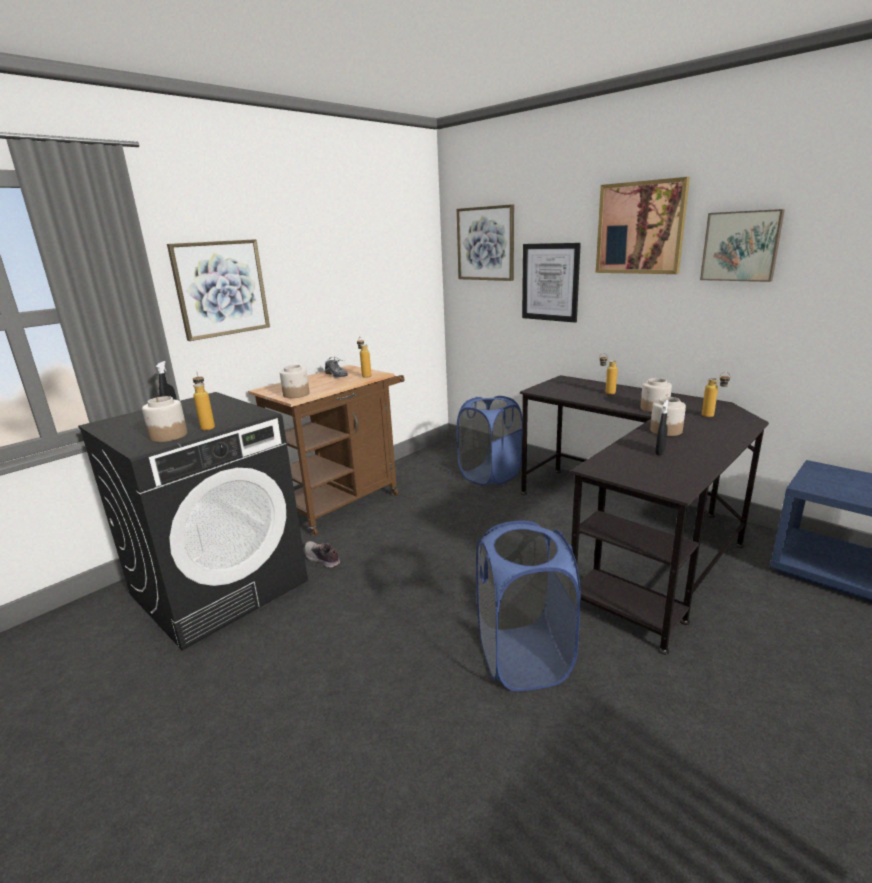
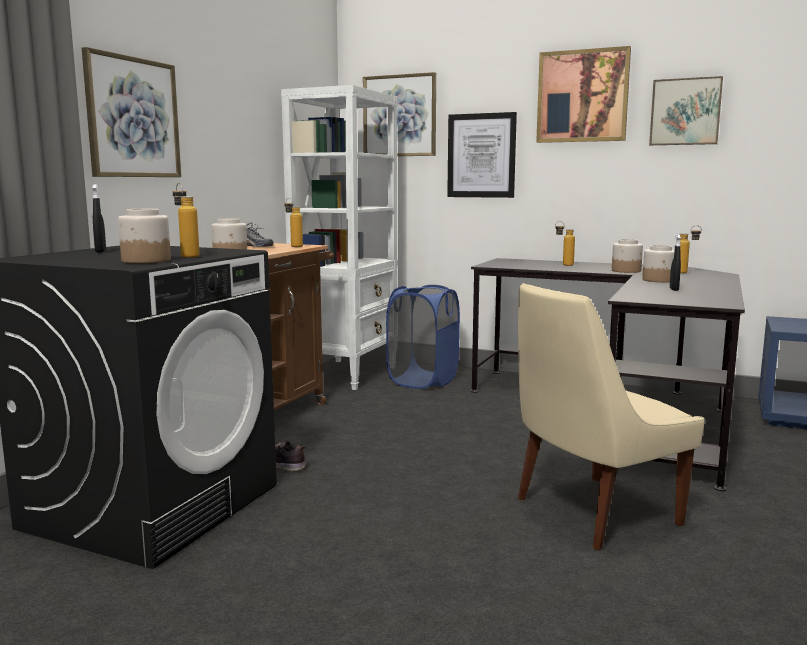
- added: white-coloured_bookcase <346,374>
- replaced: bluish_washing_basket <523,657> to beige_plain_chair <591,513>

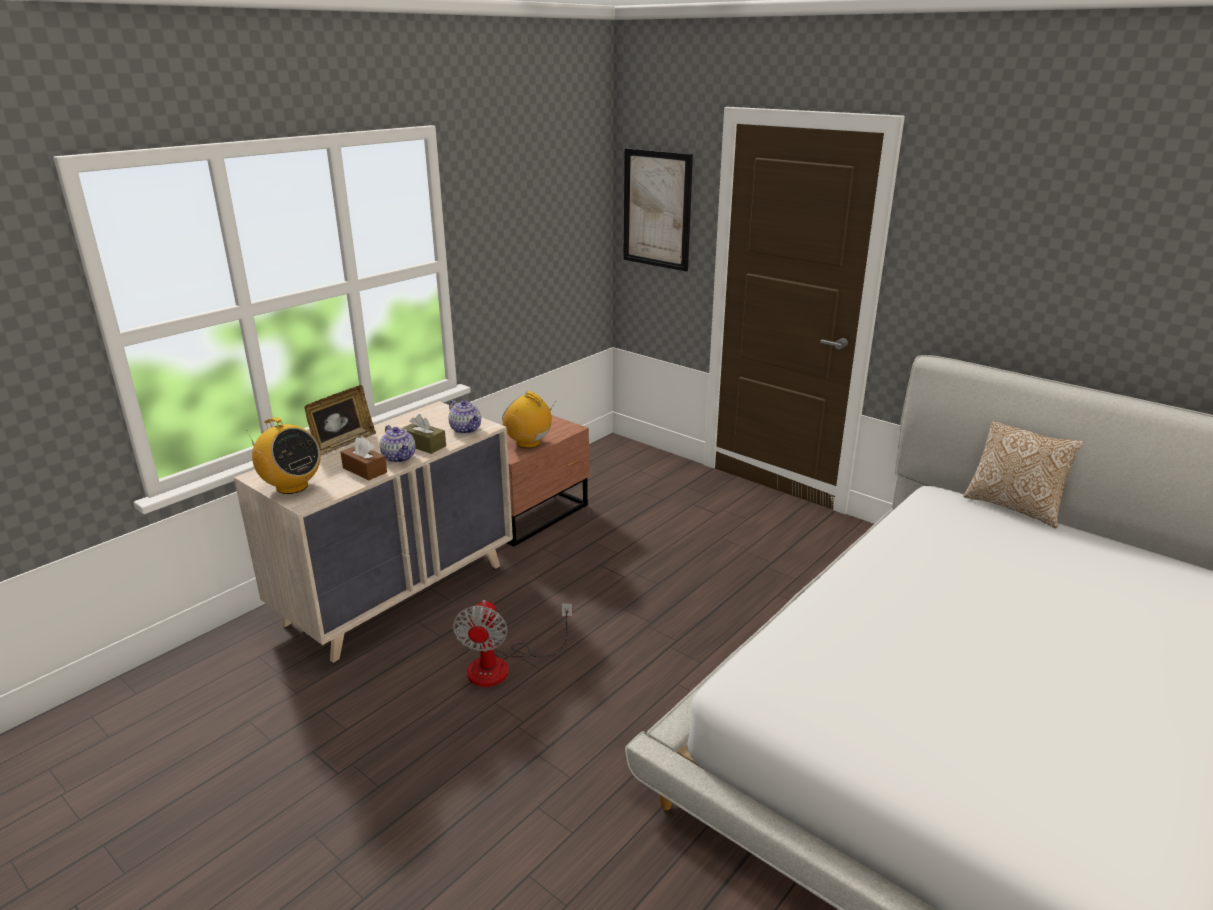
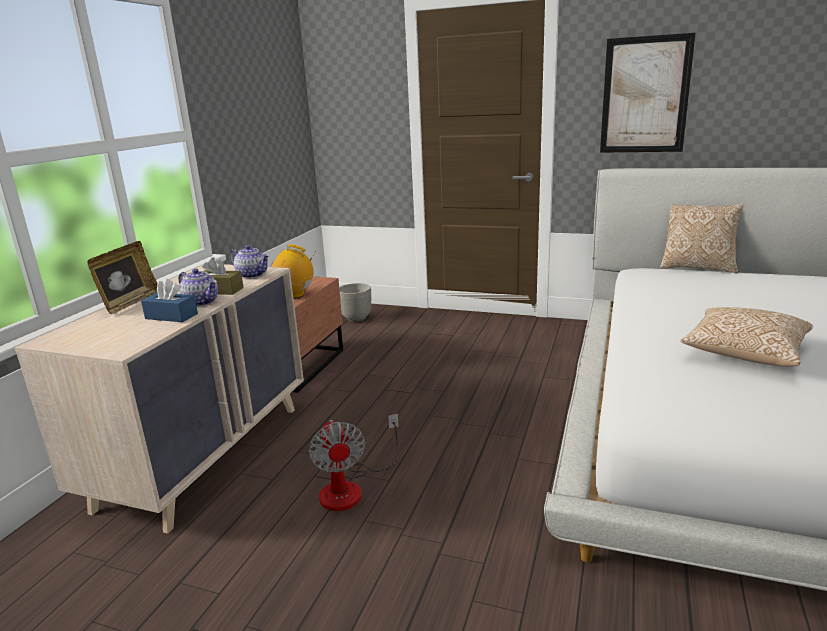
- removed: radio_receiver <291,486>
- added: planter <356,318>
- added: cushion <744,353>
- moved: wall_art <657,209> to <645,95>
- recoloured: brown_box_of_tissues <364,470> to bluish_box_of_tissues <171,316>

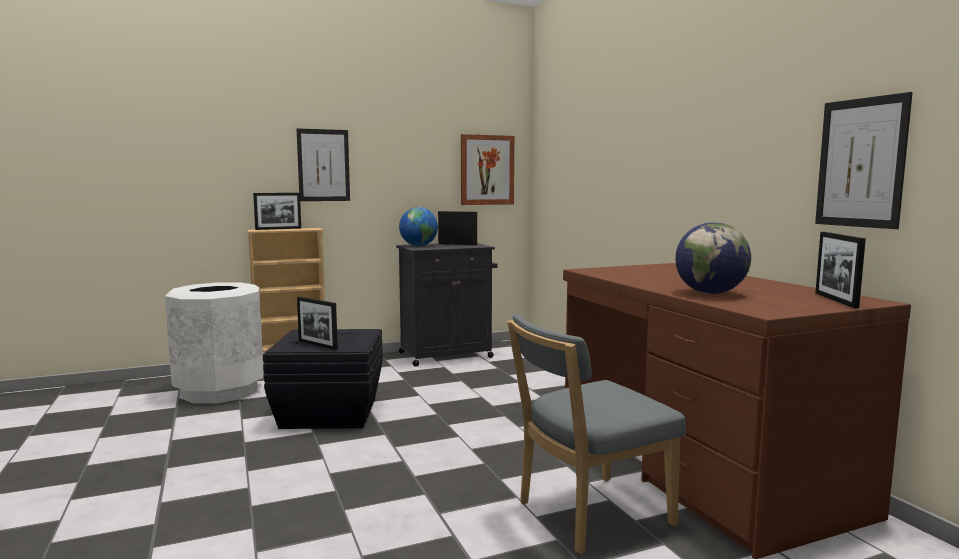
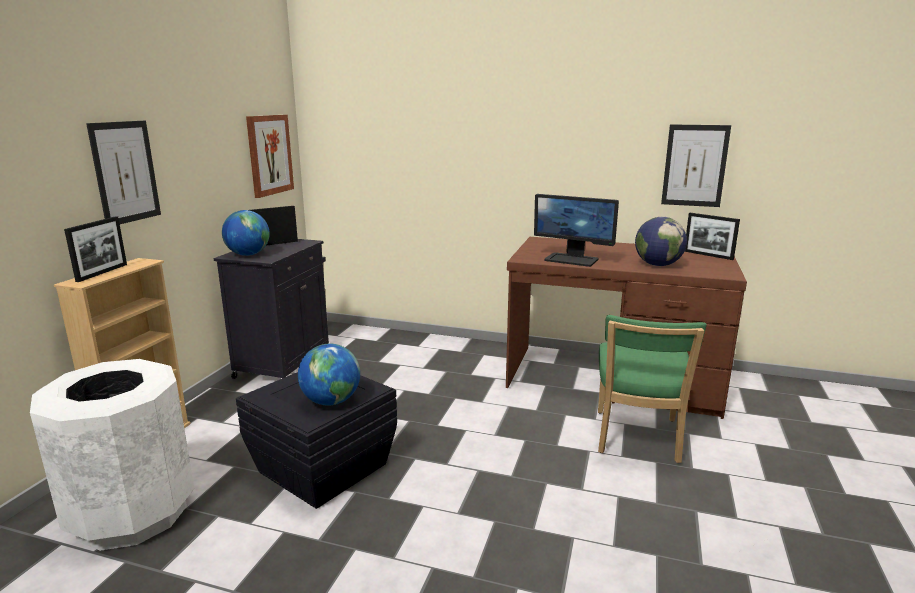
- added: monitor <572,259>
- replaced: picture_frame <317,345> to globe <331,401>
- recoloured: gray_plain_chair <588,515> to green_plain_chair <636,439>

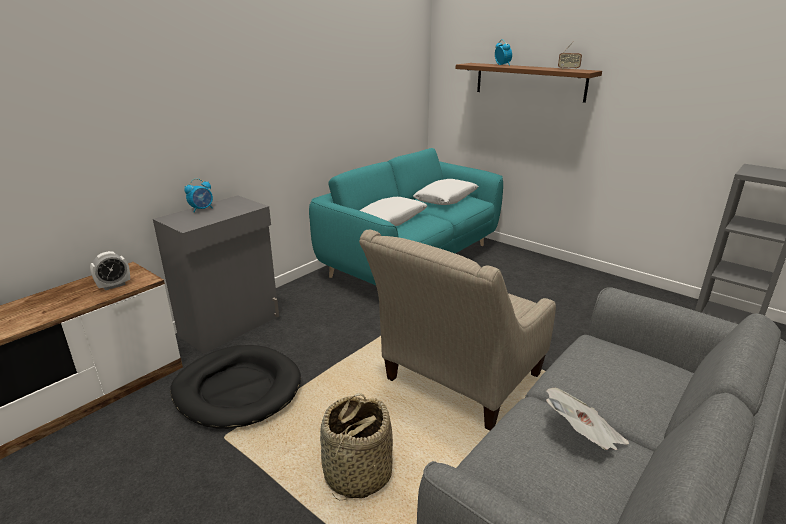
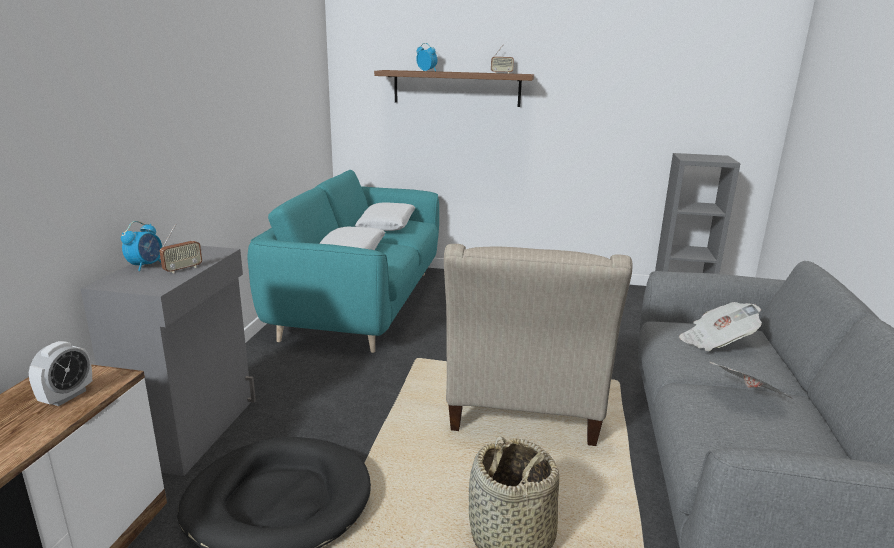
- added: radio_receiver <183,269>
- added: daily_paper <716,342>

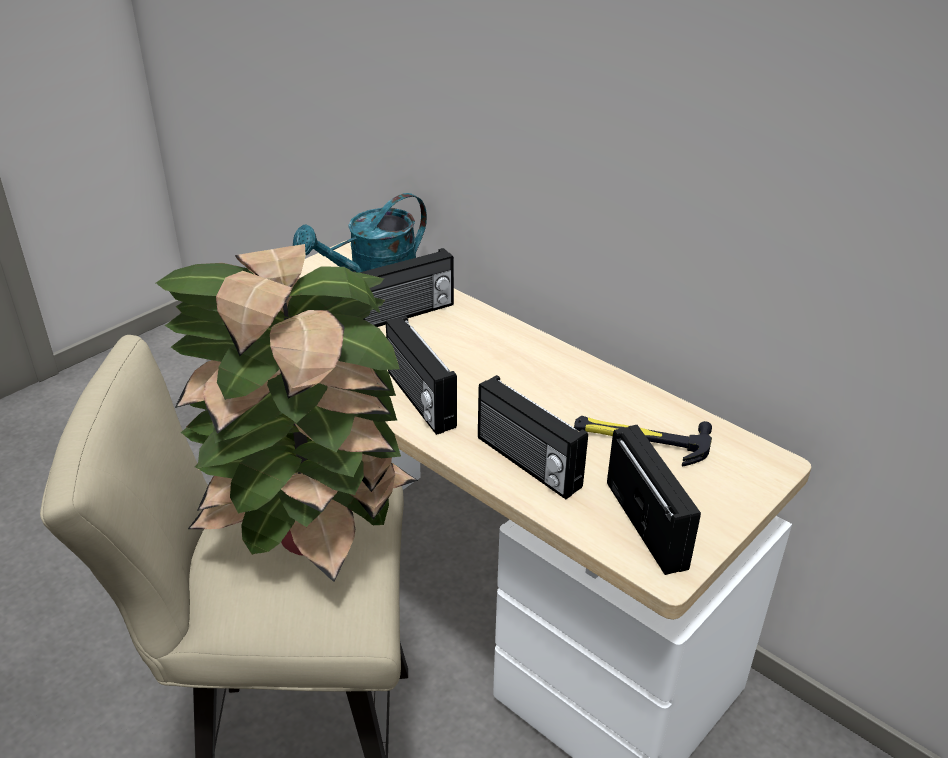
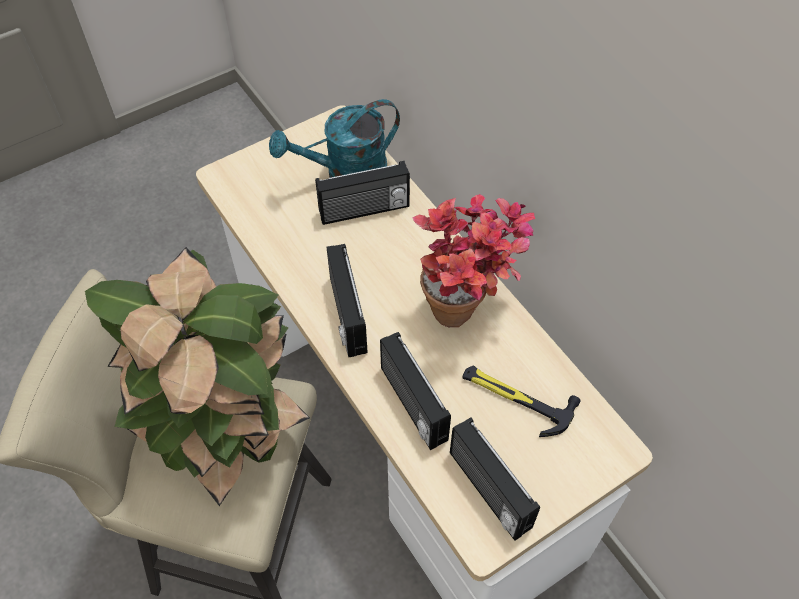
- added: potted_plant <467,309>
- turned: radio_receiver <648,524> = <487,491> 150 degrees clockwise

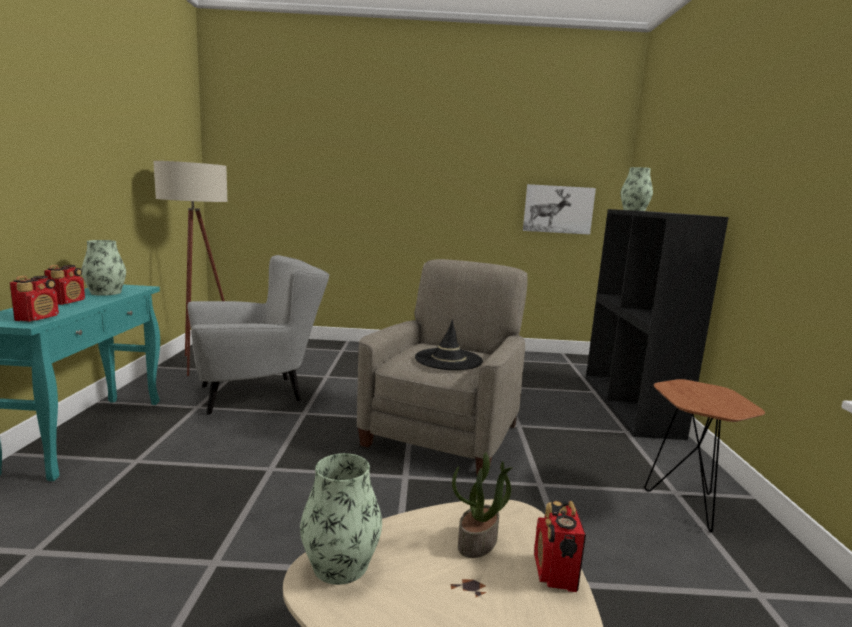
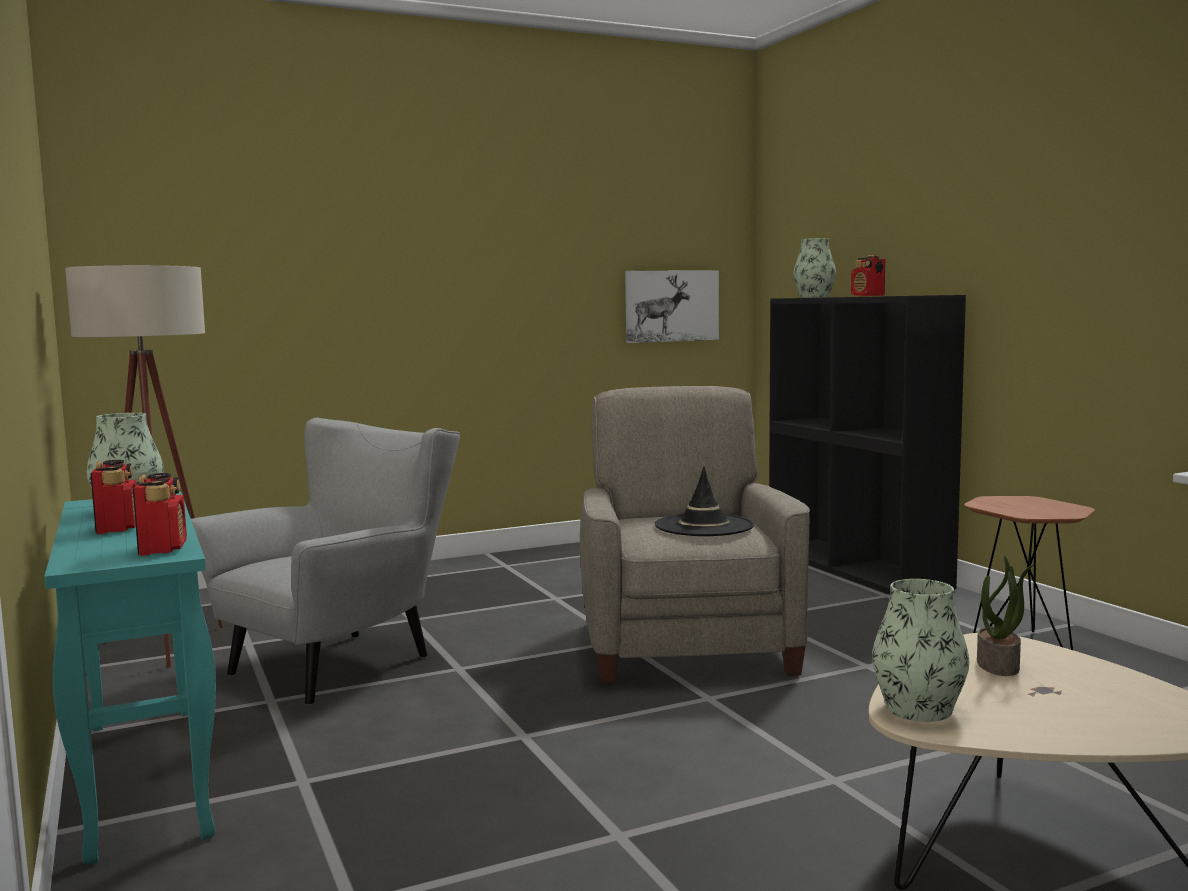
- moved: radio_receiver <555,573> to <868,296>

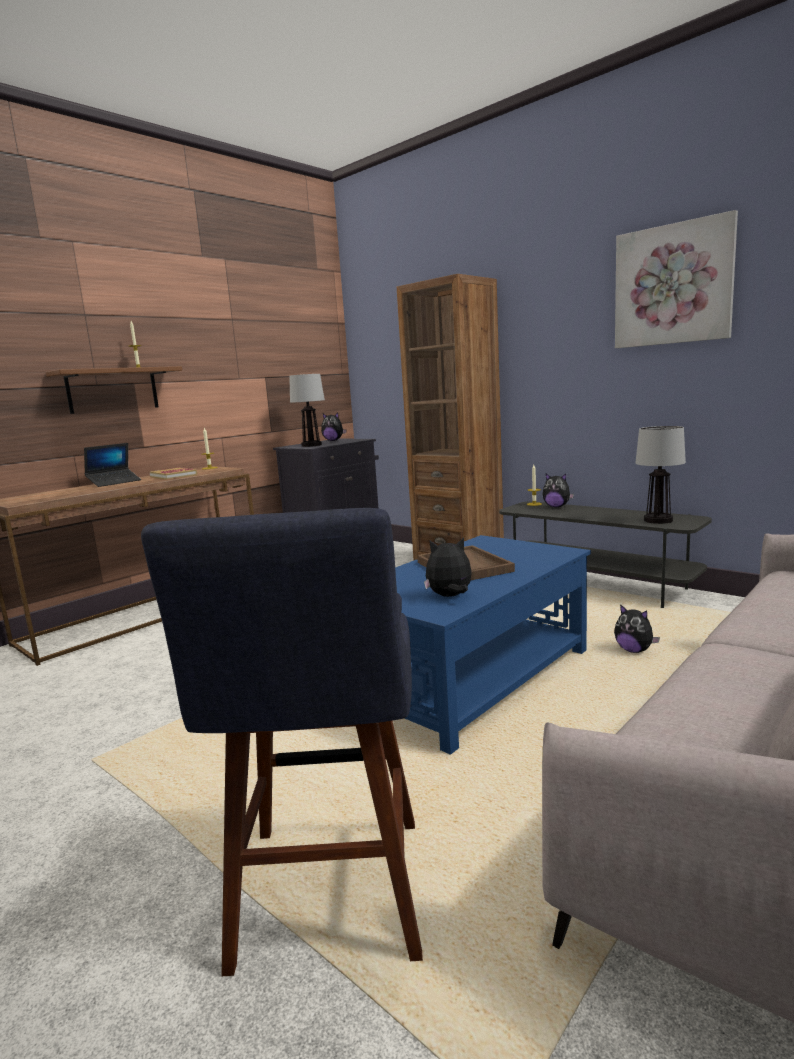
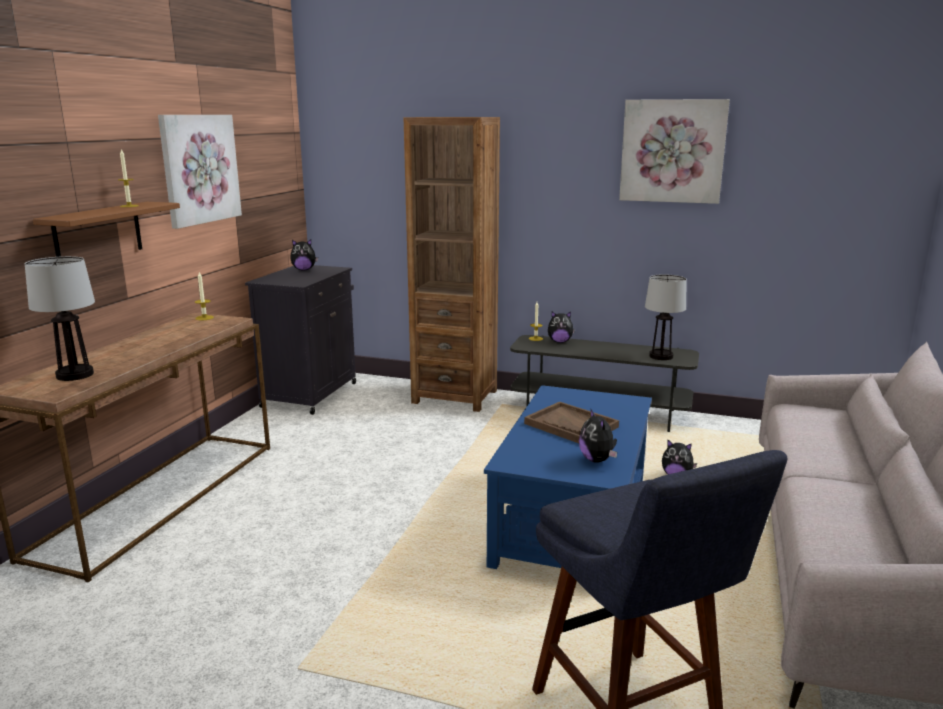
- removed: notebook_computer <114,482>
- removed: book <173,476>
- added: wall_art <199,169>
- moved: lamp_for_a_table <311,445> to <74,375>
- turned: soft_toy <450,596> = <597,460> 75 degrees counterclockwise

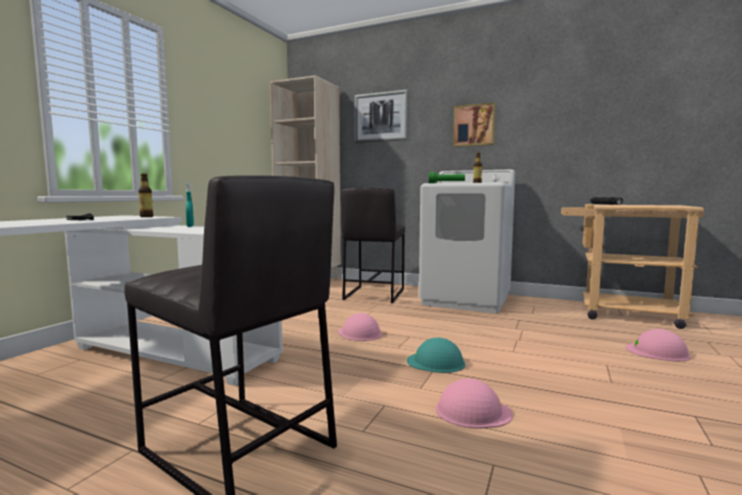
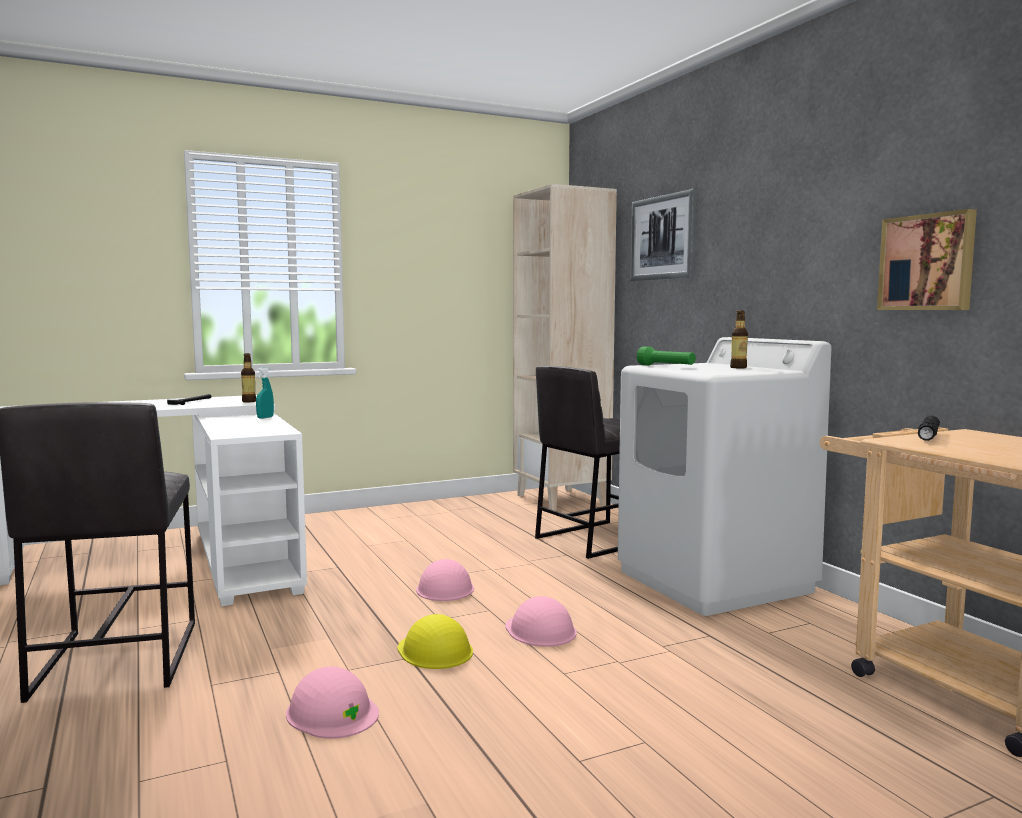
- moved: wall_art <474,125> to <927,262>
- moved: pink-coloured_hard_hat <657,352> to <540,630>
- recoloured: blue-green_hard_hat <436,362> to yellowish_hard_hat <435,650>

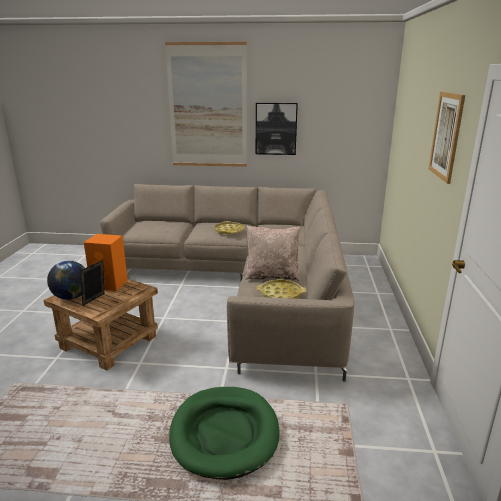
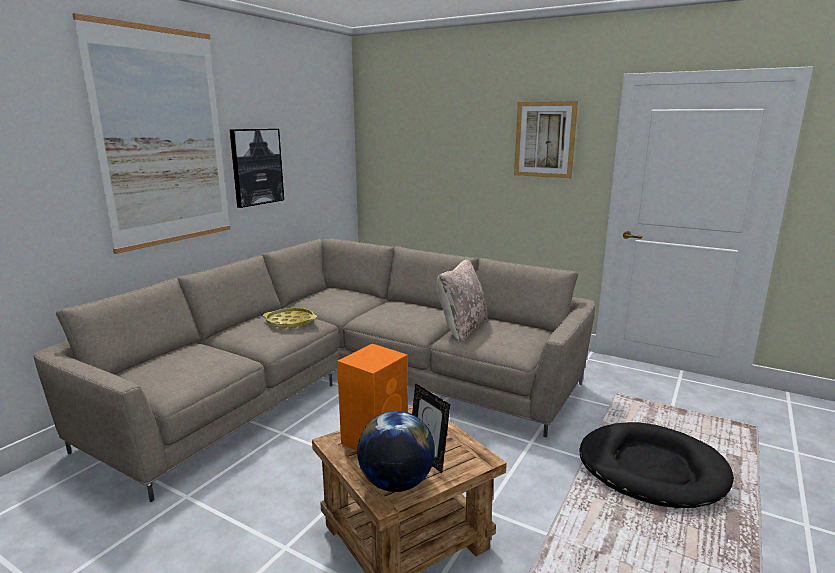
- removed: yellowish_carrying_tray <280,294>
- recoloured: green_dog_cushion <224,433> to black_dog_cushion <651,469>

